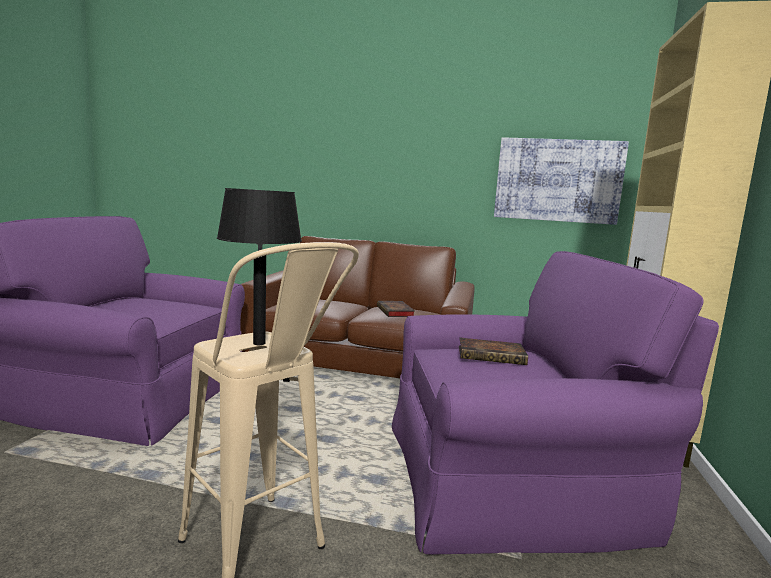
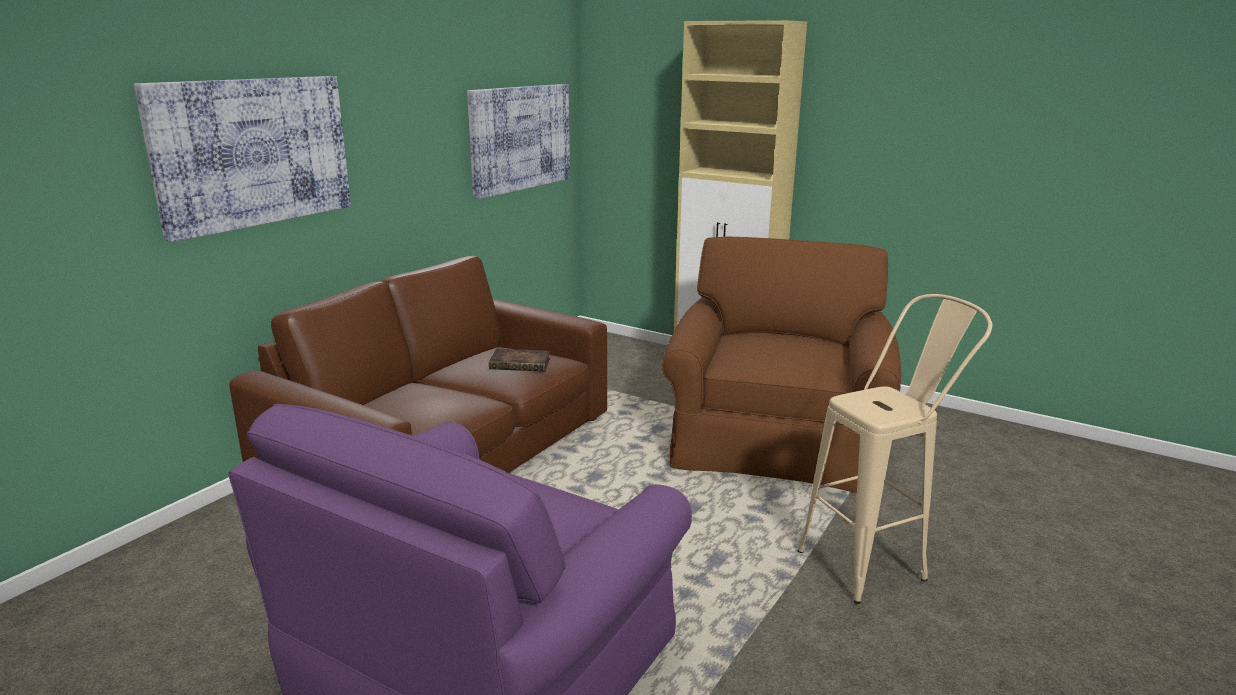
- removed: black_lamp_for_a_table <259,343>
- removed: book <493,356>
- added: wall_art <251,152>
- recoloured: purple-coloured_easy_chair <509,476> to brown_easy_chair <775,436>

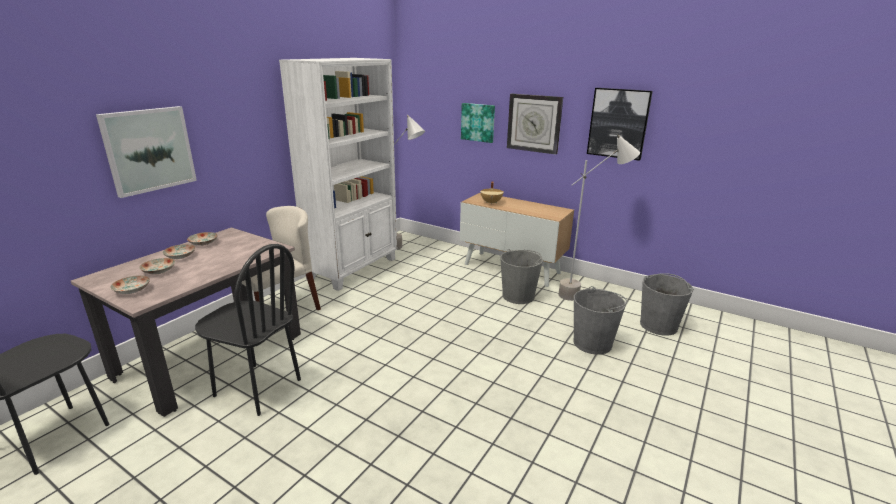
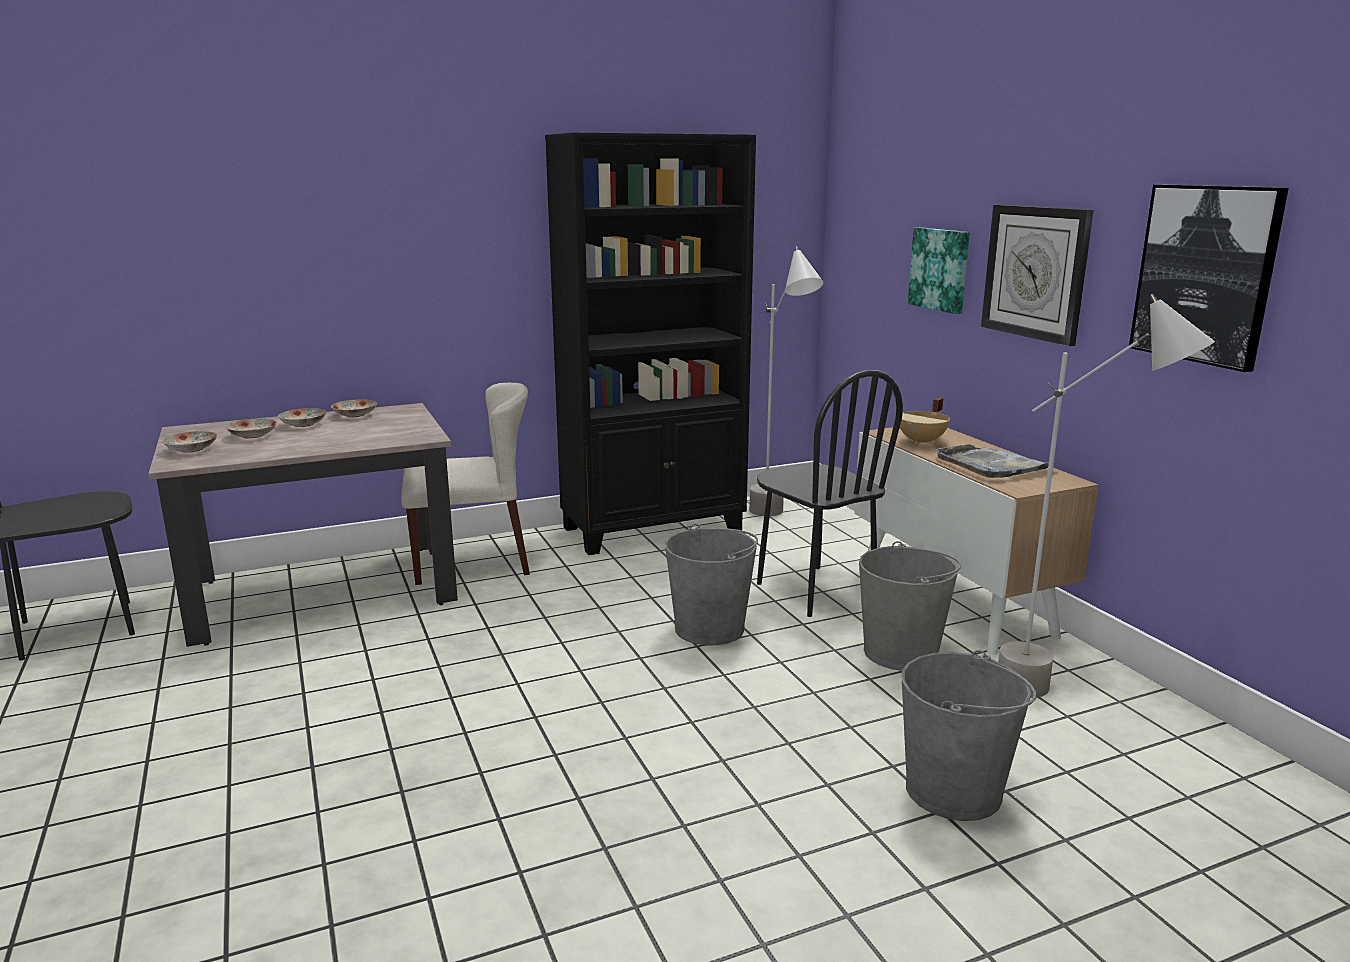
- removed: wall_art <149,150>
- added: gray_carrying_tray <991,465>
- moved: black_plain_chair <257,388> to <815,590>
- moved: gray_water_bucket <658,325> to <710,628>
- recoloured: white-coloured_bookcase <354,268> to black_bookcase <654,529>

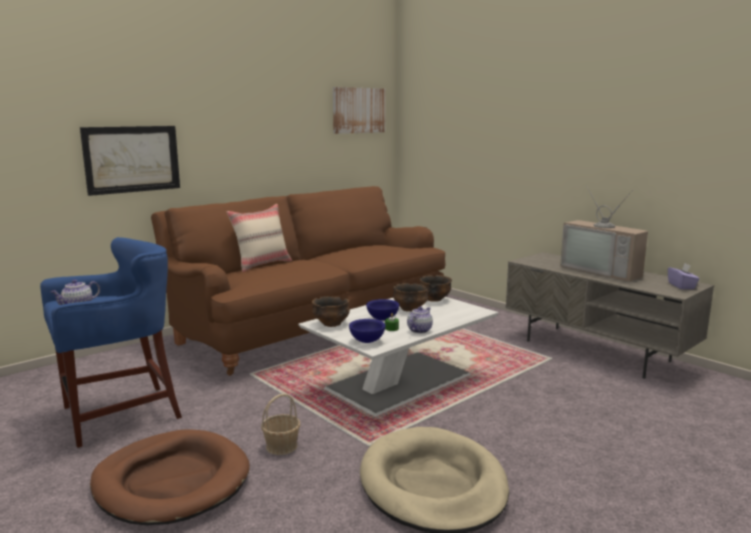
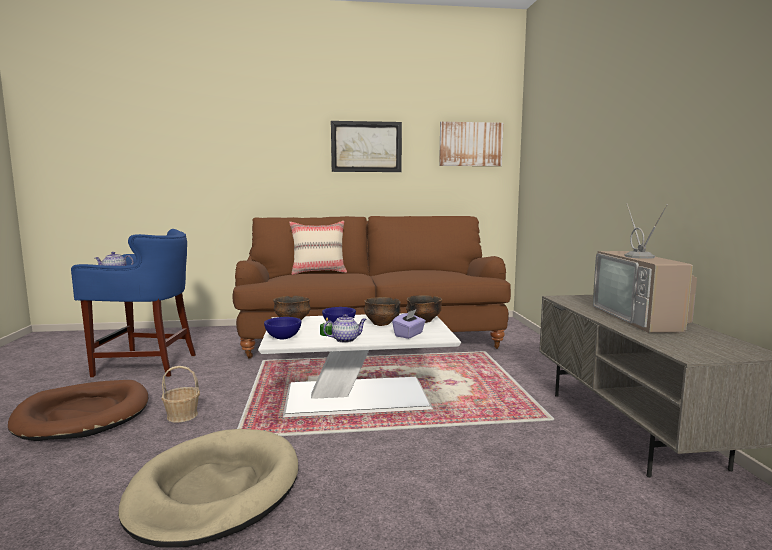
- moved: wall_art <132,159> to <366,147>
- moved: purple-coloured_box_of_tissues <681,286> to <409,335>

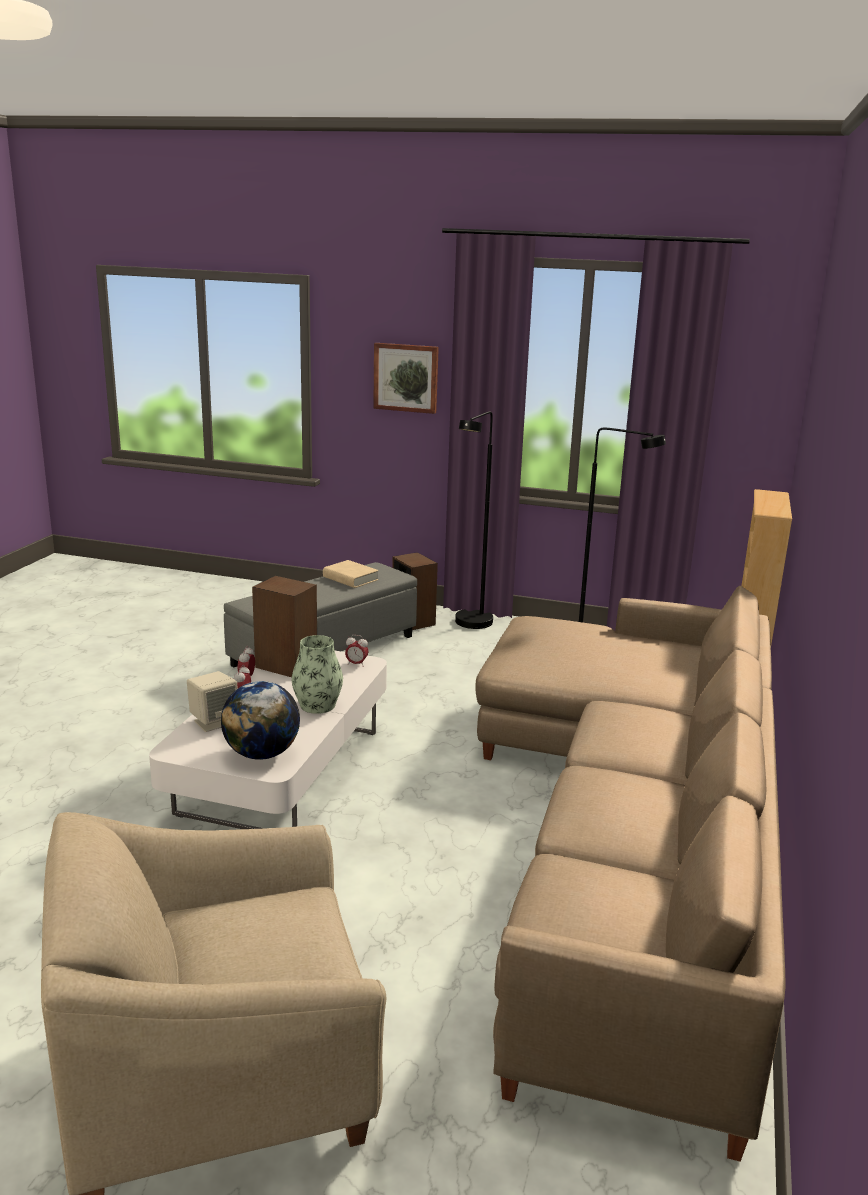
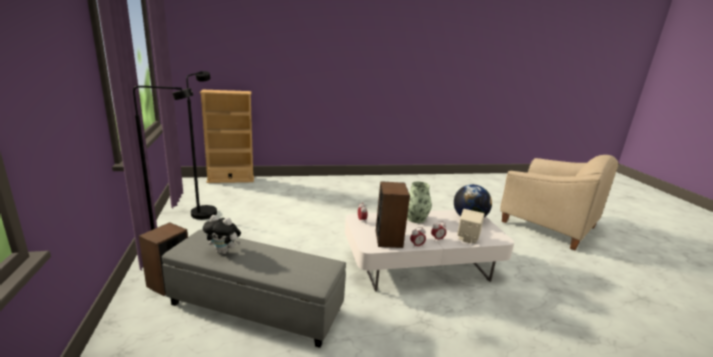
- removed: wall_art <406,377>
- removed: beige_sofa <630,829>
- replaced: beige_book <350,578> to soft_toy <224,251>

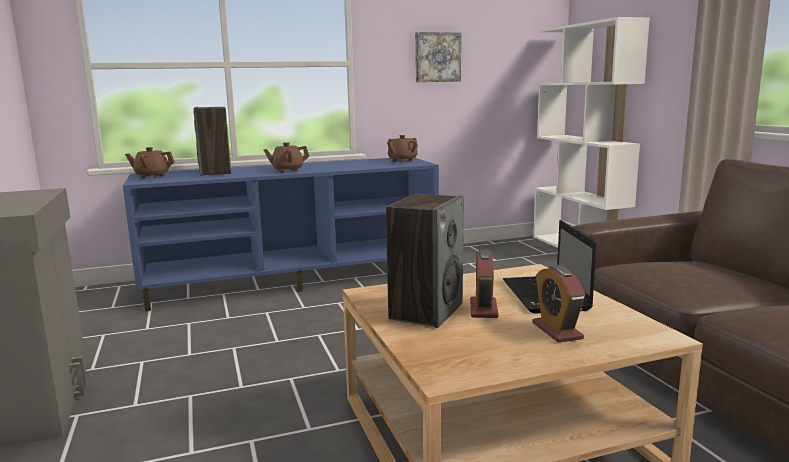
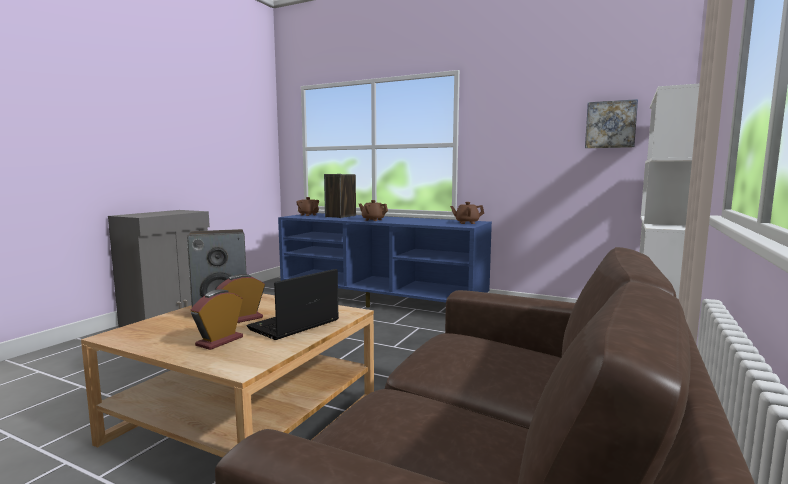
- moved: wall_art <437,57> to <610,124>

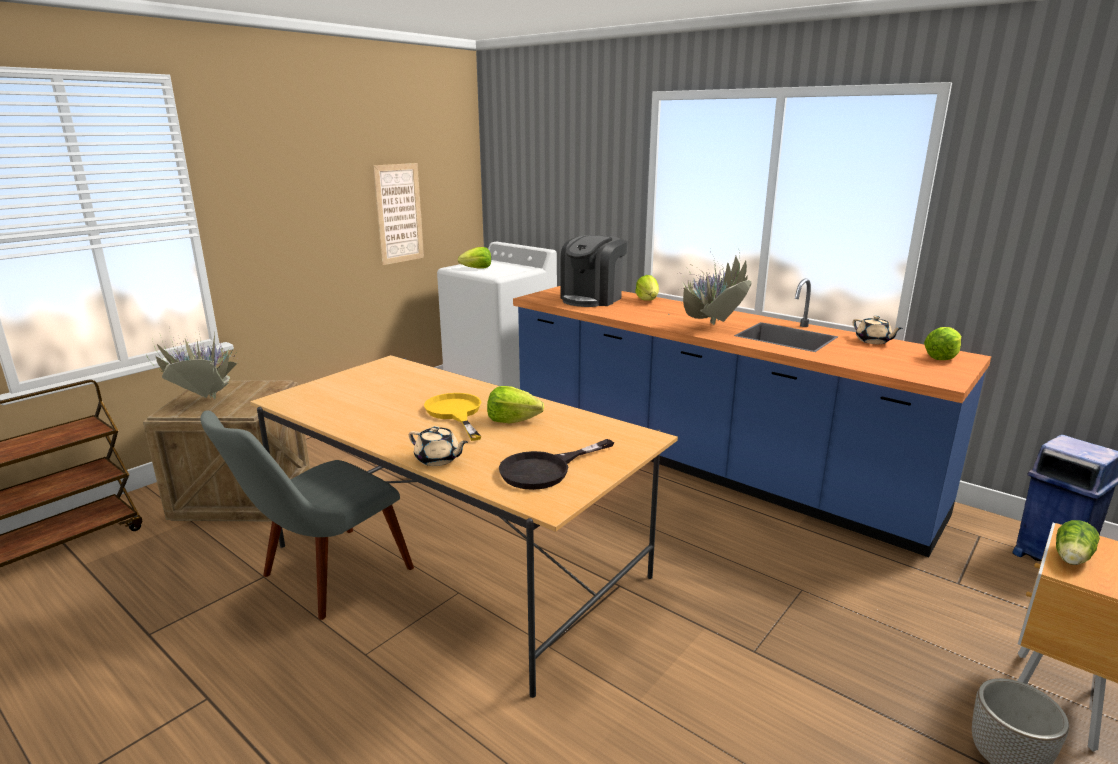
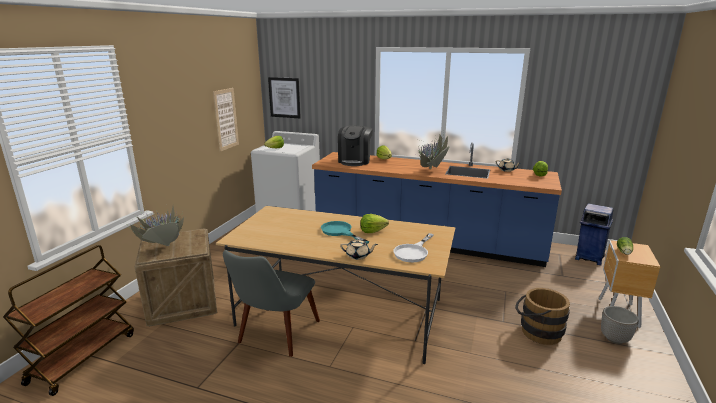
- added: wall_art <284,97>
- added: brown_water_bucket <537,331>
- recoloured: yellowish_frying_pan <455,413> to blue-green_frying_pan <340,232>
- recoloured: black_frying_pan <545,469> to white-coloured_frying_pan <413,252>

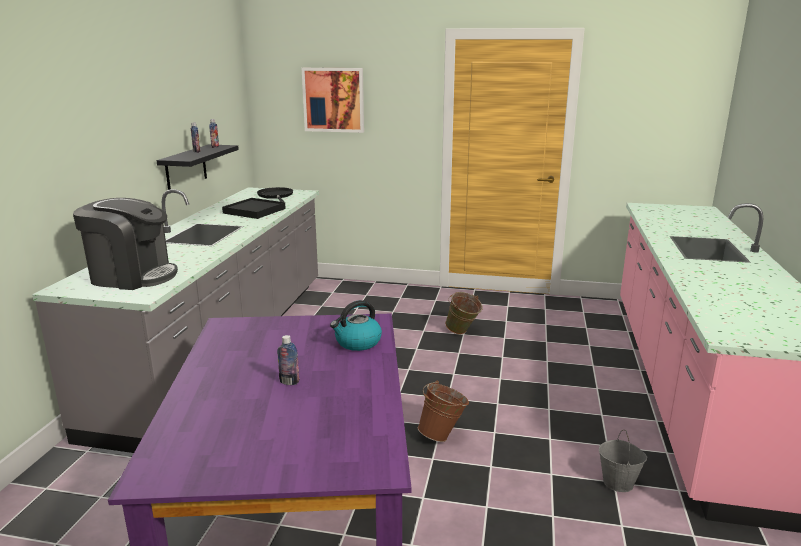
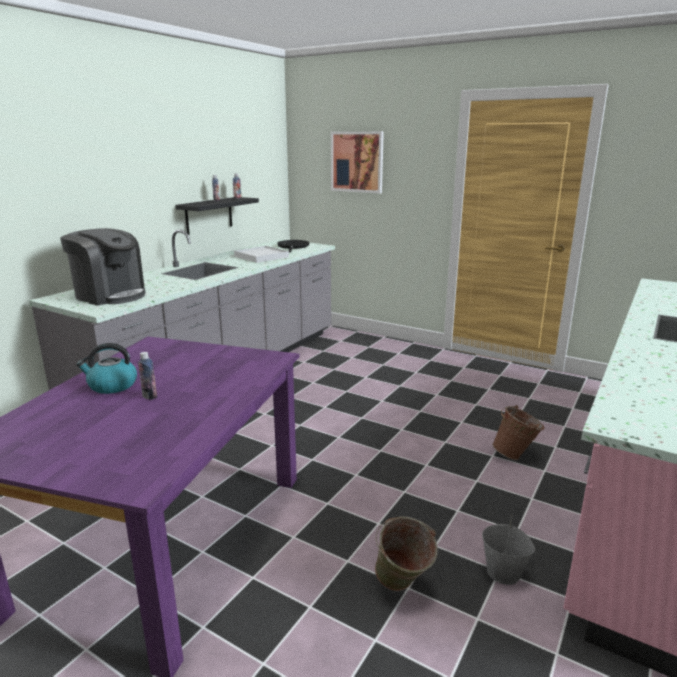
- moved: tea_kettle <357,342> to <112,386>
- moved: brown_water_bucket <443,435> to <515,455>
- moved: green_water_bucket <462,333> to <402,588>
- recoloured: black_carrying_tray <254,211> to white-coloured_carrying_tray <261,257>

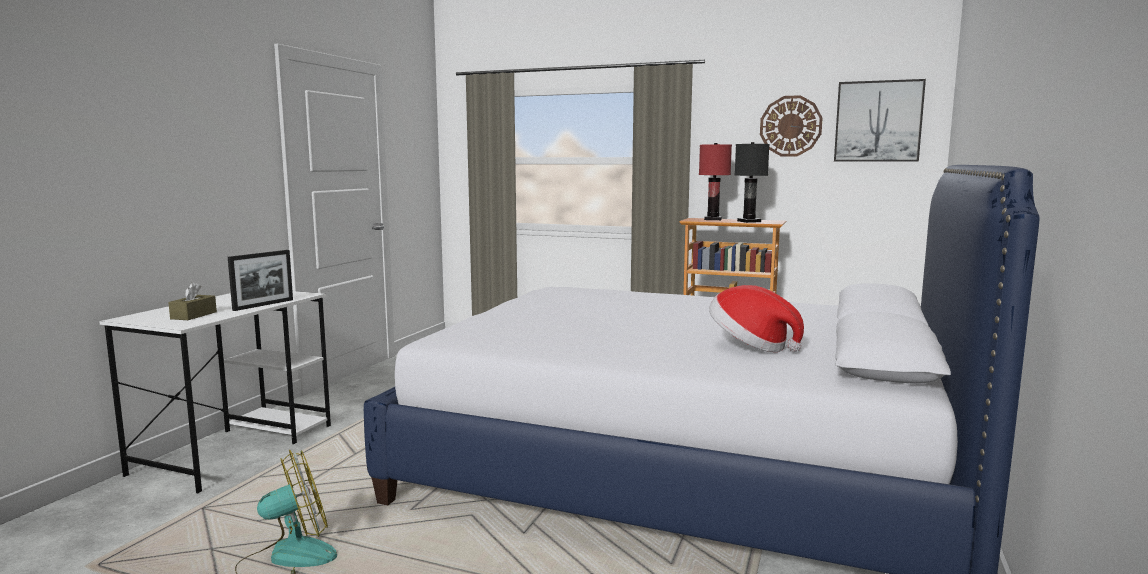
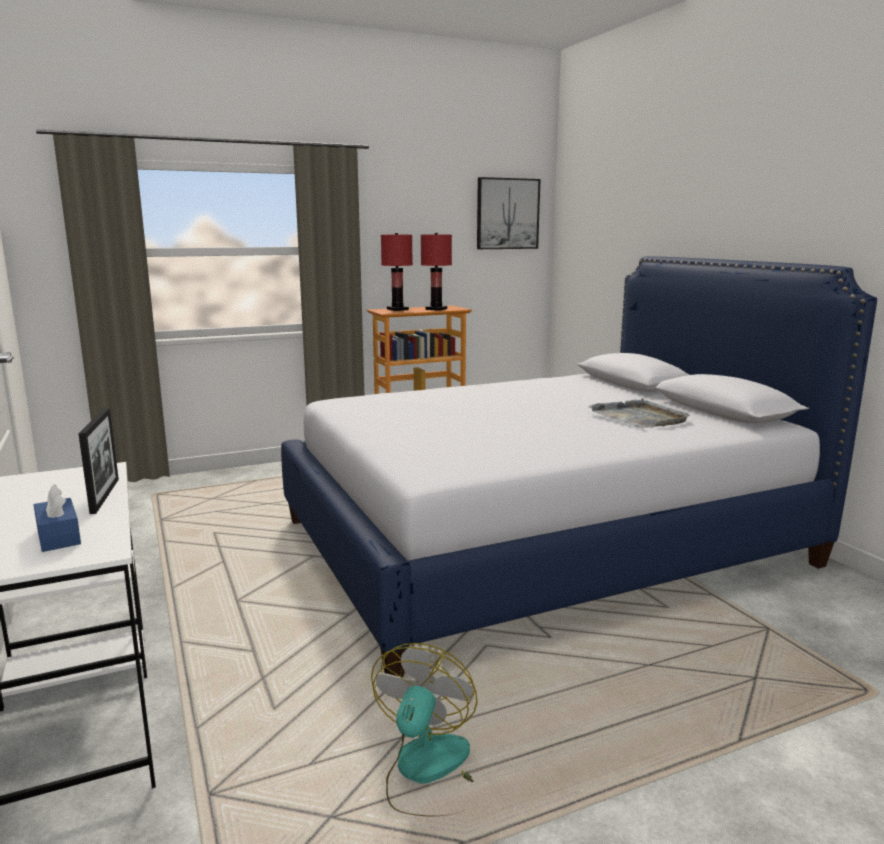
- removed: wall_clock <790,126>
- replaced: clothing_hat <750,346> to gray_carrying_tray <639,417>
- recoloured: brown_box_of_tissues <193,315> to bluish_box_of_tissues <58,536>
- recoloured: black_lamp_for_a_table <749,221> to red-coloured_lamp_for_a_table <436,309>

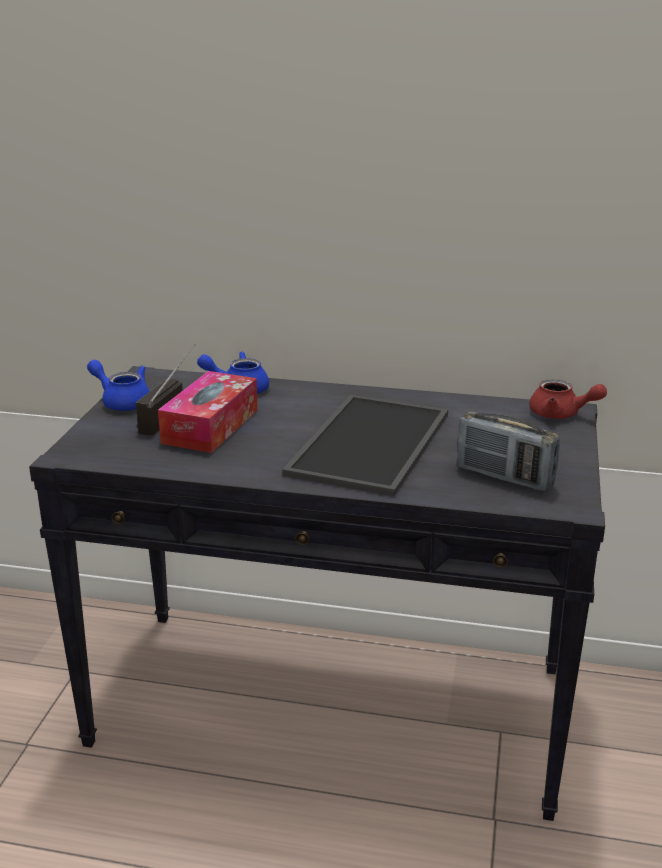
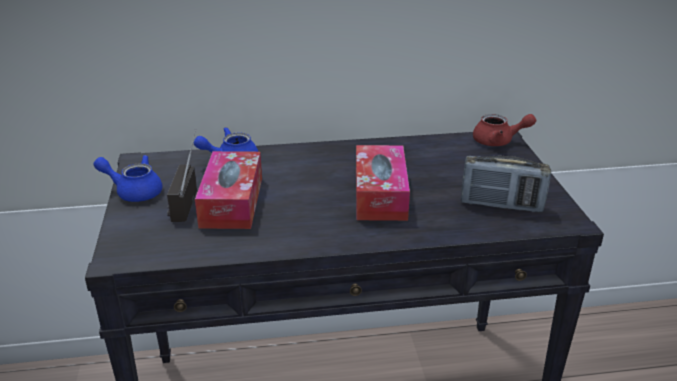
- replaced: carrying_tray <372,445> to box_of_tissues <380,194>

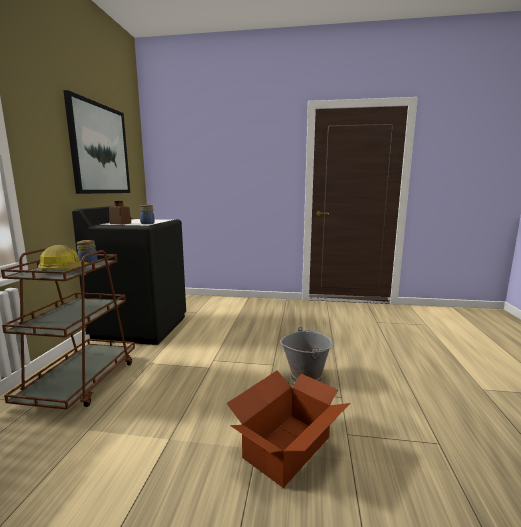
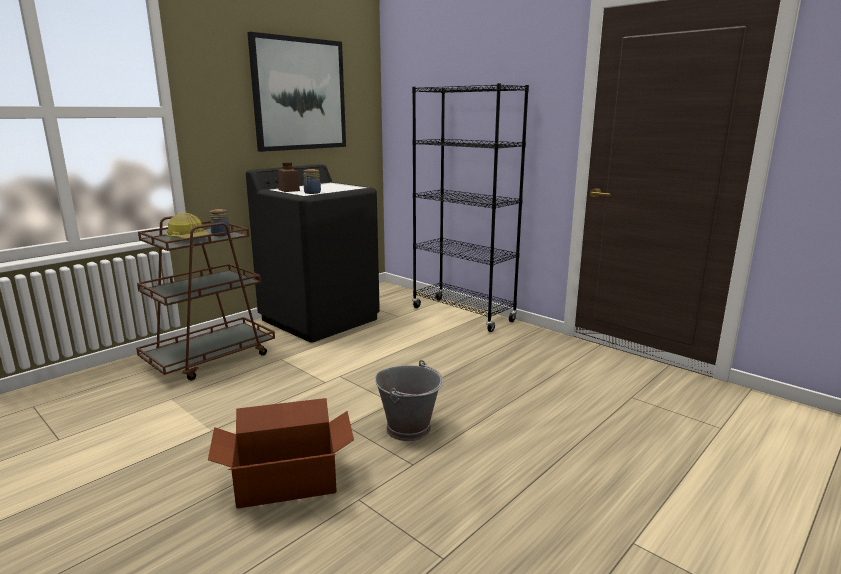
- added: black_bookcase <463,314>

